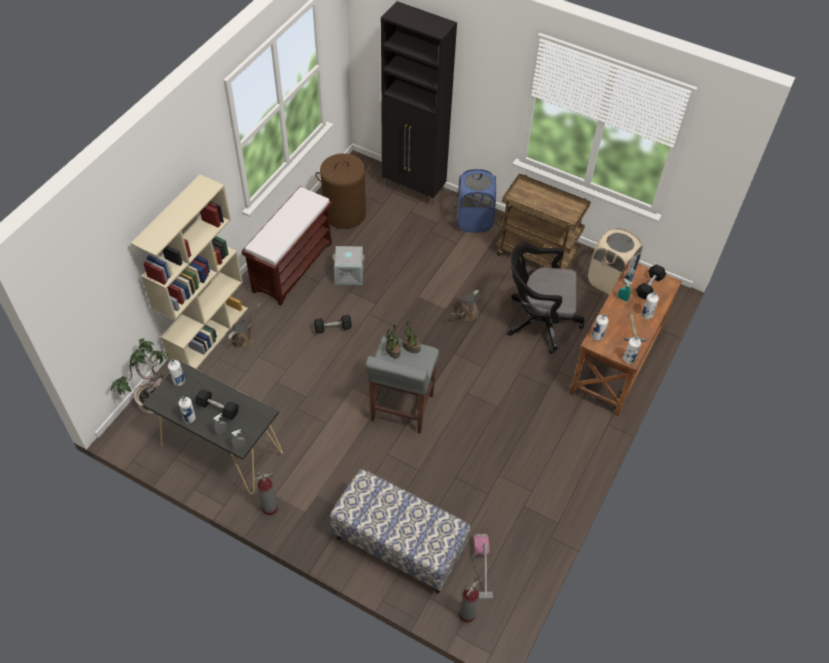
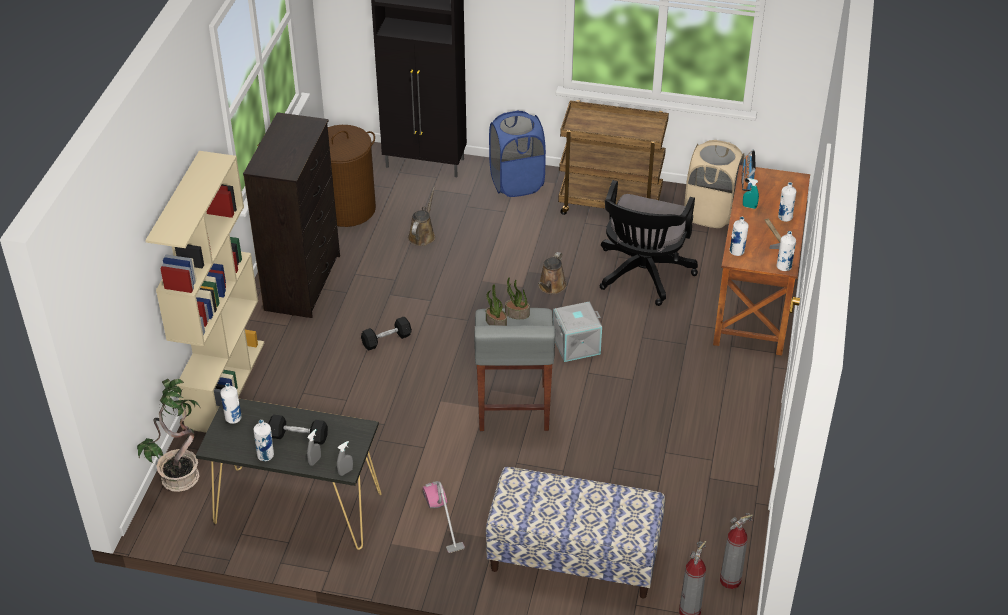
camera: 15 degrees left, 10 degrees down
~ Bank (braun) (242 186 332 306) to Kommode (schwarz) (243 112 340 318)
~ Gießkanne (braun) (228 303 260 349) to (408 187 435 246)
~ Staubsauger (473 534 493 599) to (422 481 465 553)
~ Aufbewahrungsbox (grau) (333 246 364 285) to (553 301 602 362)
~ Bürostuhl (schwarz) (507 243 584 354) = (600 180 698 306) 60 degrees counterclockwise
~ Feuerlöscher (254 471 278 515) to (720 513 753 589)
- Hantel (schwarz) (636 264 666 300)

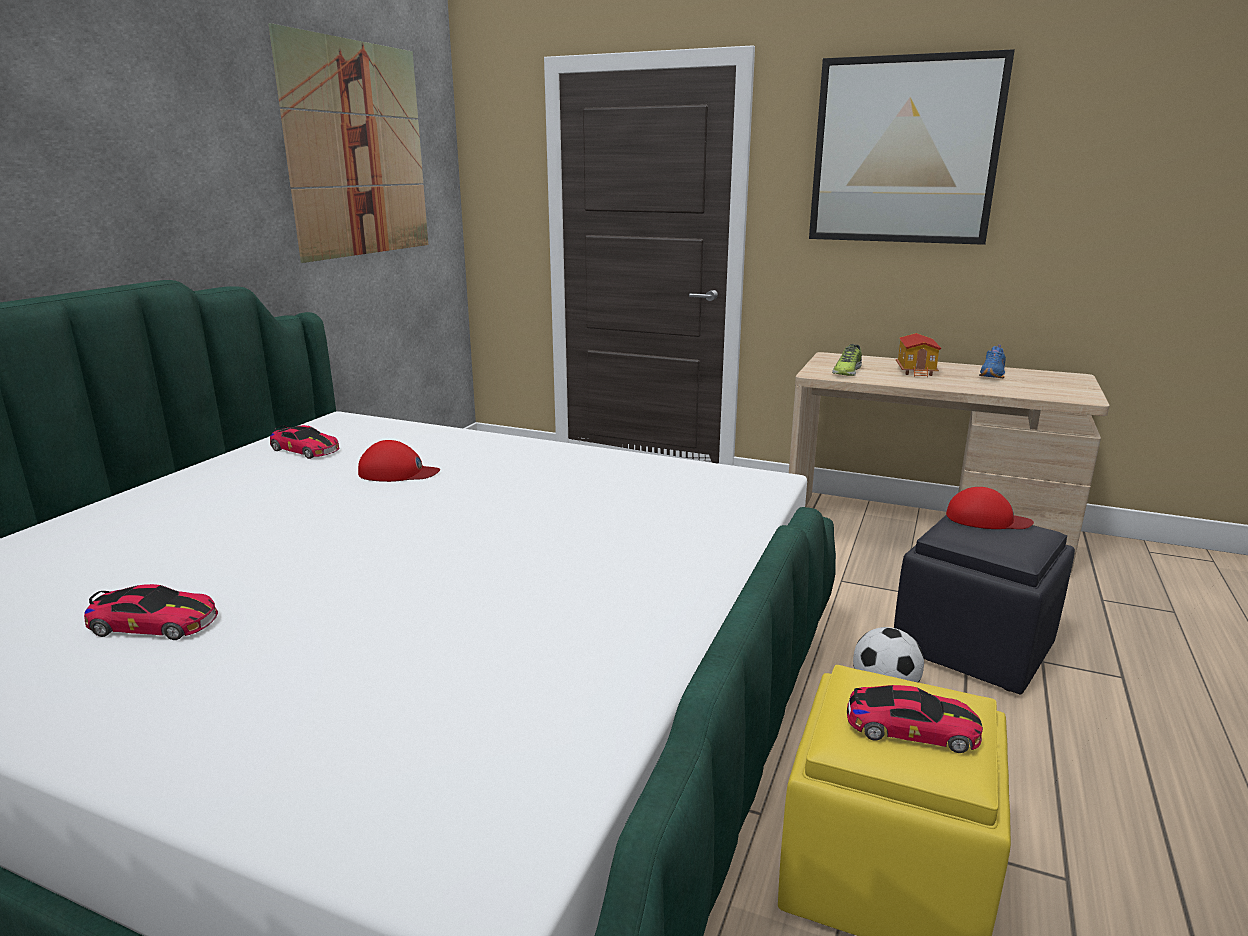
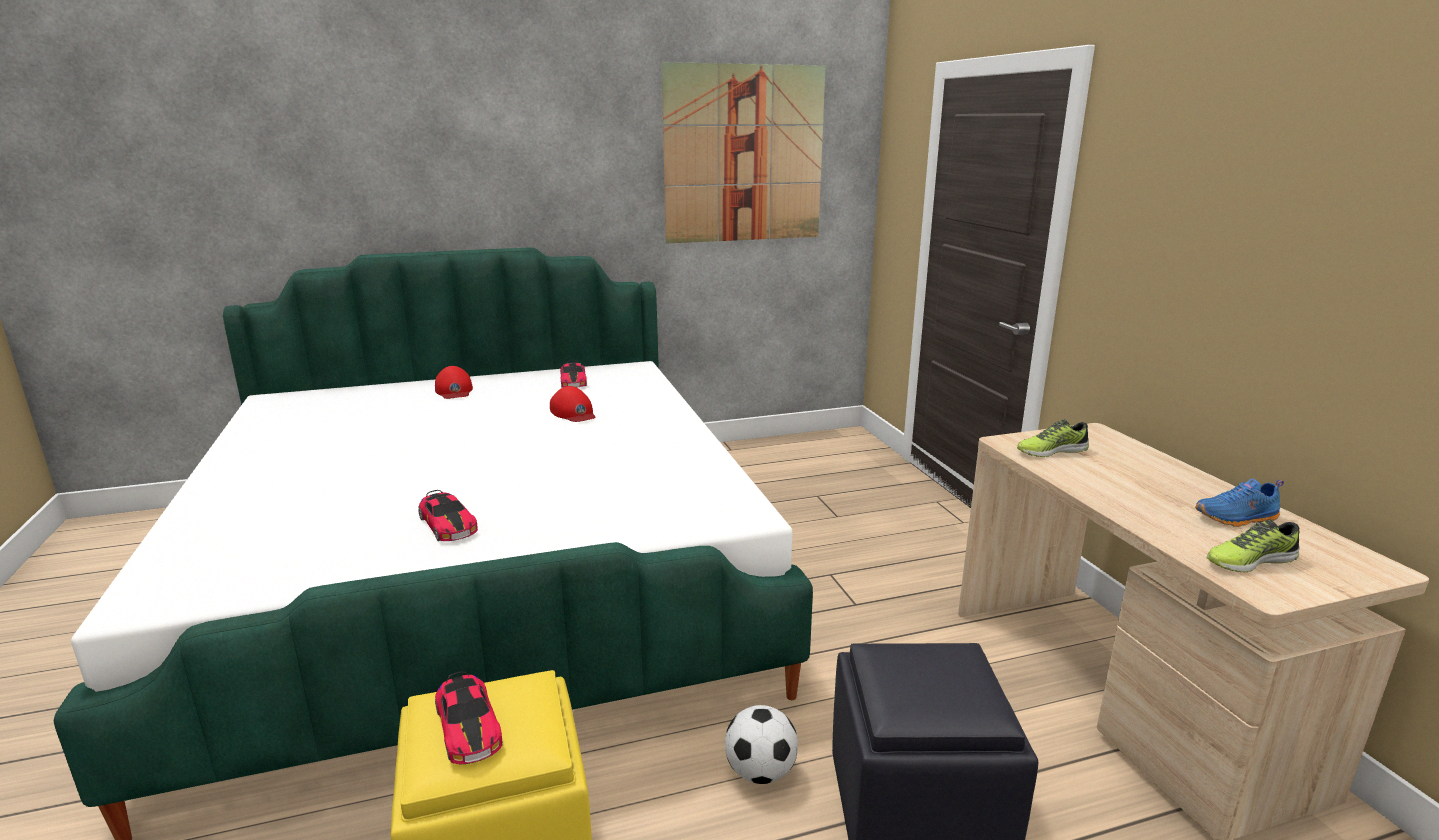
camera: 50 degrees right, 0 degrees up
~ Spielzeugauto (84 584 218 640) to (418 490 478 541)
~ Kappe (rot) (946 487 1034 529) to (435 366 473 399)
+ Schuh (1207 520 1300 573)
- Bild (809 49 1015 245)
- Spielzeughaus (896 333 942 377)

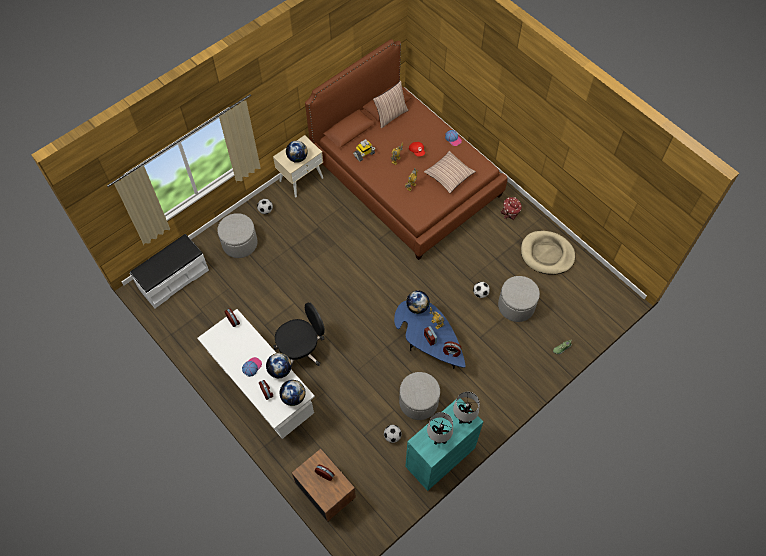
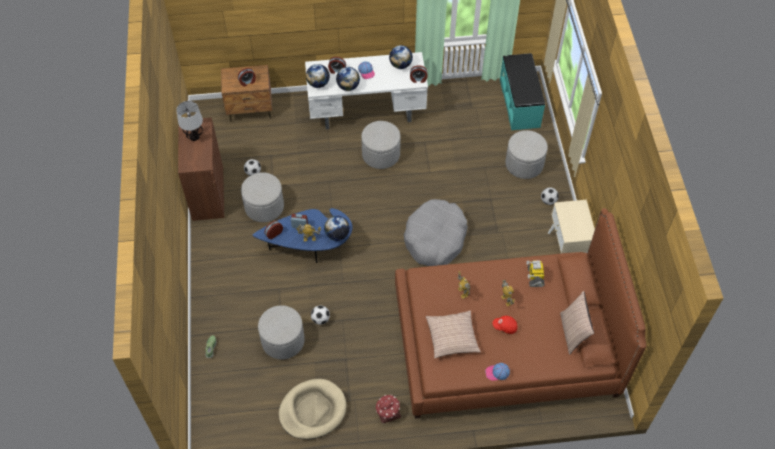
camera: 125 degrees right, 5 degrees down
~ Schrank (türkis) (405 398 483 491) to Schrank (braun) (178 117 224 221)
~ Bürostuhl (schwarz) (273 302 325 370) to Polsterhocker (grau) (361 121 401 169)
~ Globus (286 141 308 163) to (389 45 413 69)
+ Hundebett (grau) (404 199 468 266)
~ Bank (weiß) (130 234 209 308) to Bank (türkis) (500 53 545 130)
- Tischlampe (453 392 480 424)

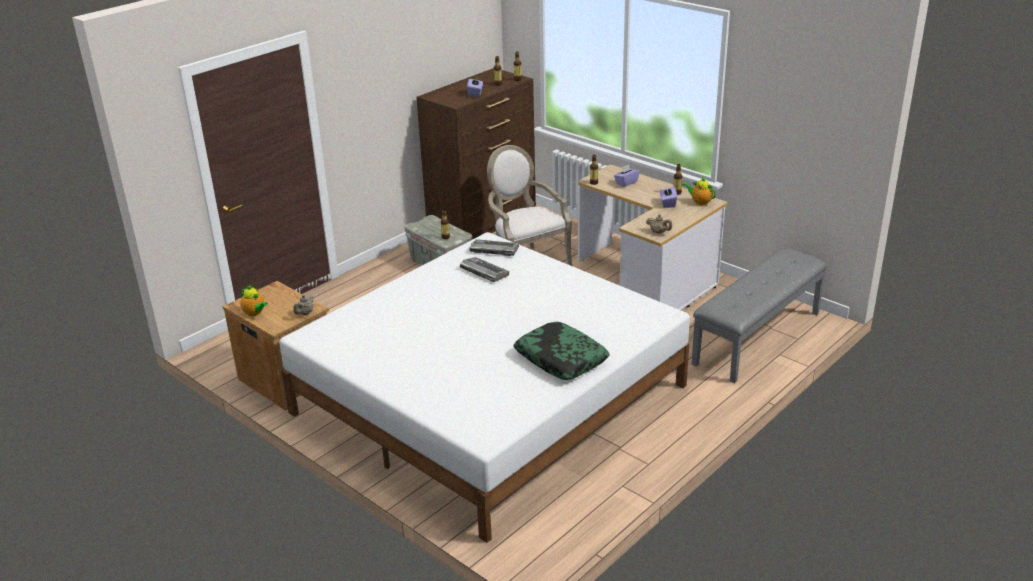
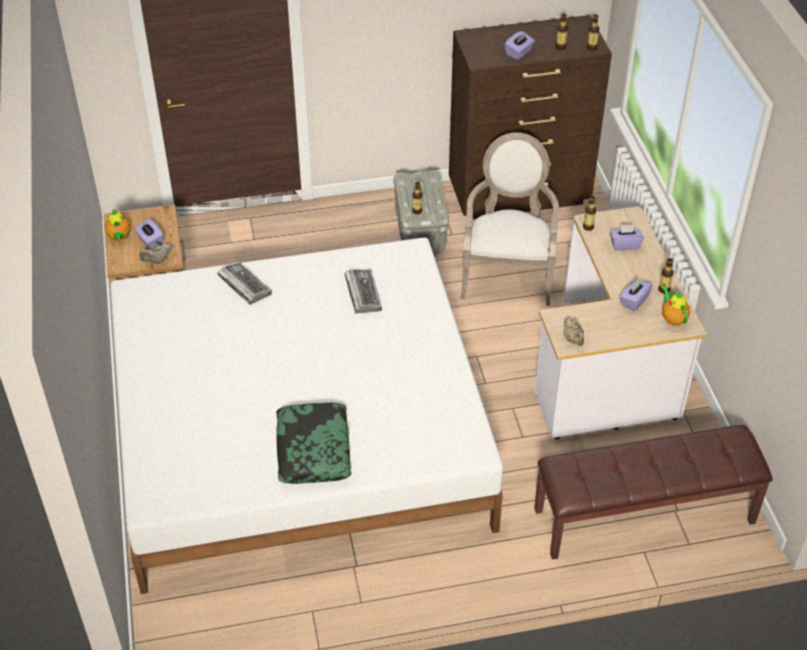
camera: 35 degrees right, 15 degrees up
+ Taschentuchbox (lila) (134 218 164 250)
~ Tastatur (470 239 519 256) to (217 261 272 305)
~ Bank (grau) (692 248 827 383) to Bank (braun) (534 425 773 560)

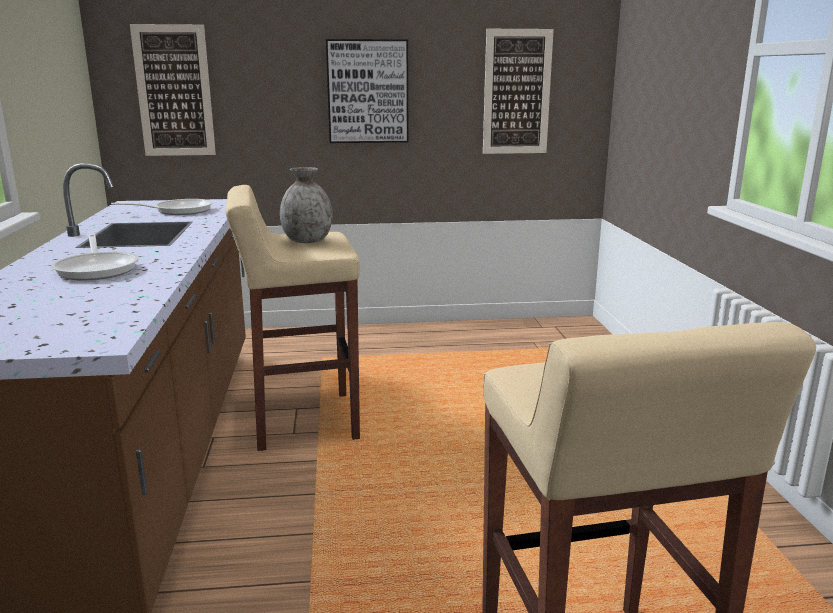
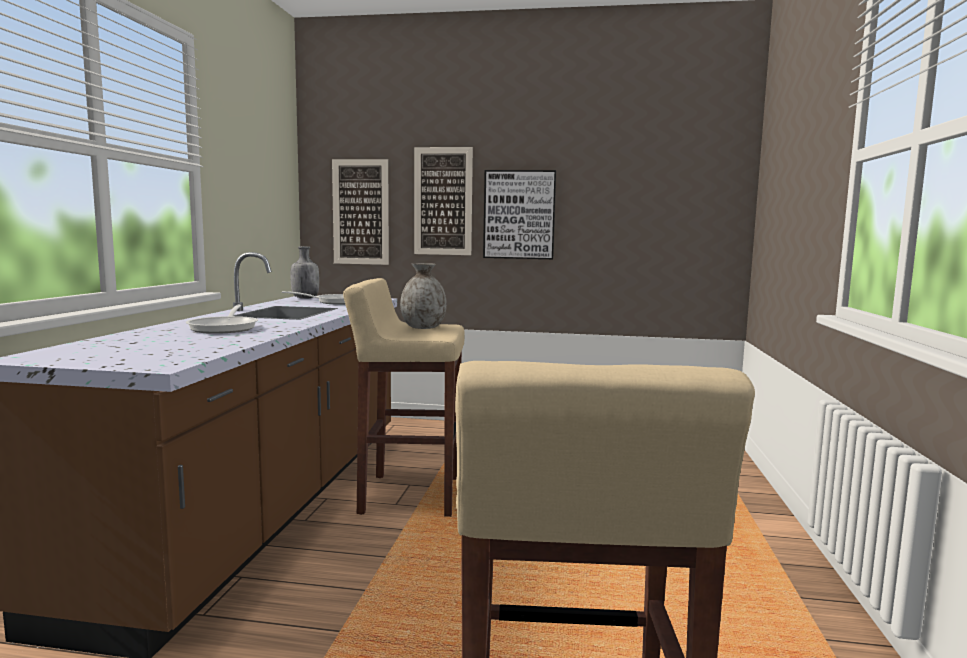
camera: 15 degrees right, 10 degrees down
+ Flasche (grau) (290 246 319 299)
~ Bild (483 29 554 154) to (414 147 473 255)

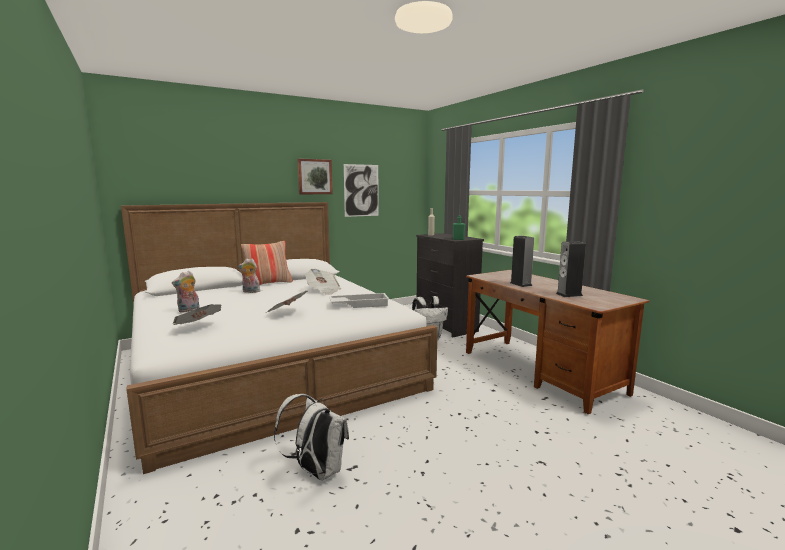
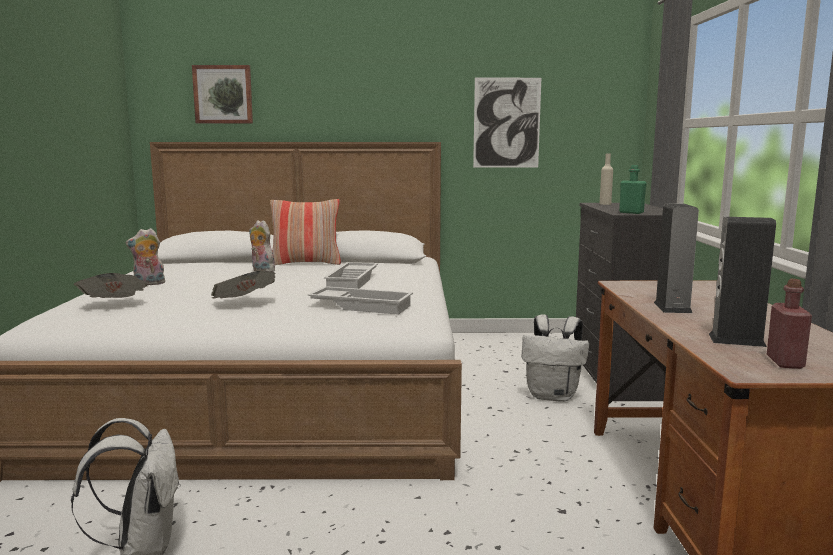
camera: 30 degrees right, 0 degrees up
~ Bild (297 158 333 194) to (192 65 253 124)
~ Zeitung (305 269 341 295) to Tablett (weiß) (324 262 378 289)
+ Flasche (rot) (767 279 812 369)

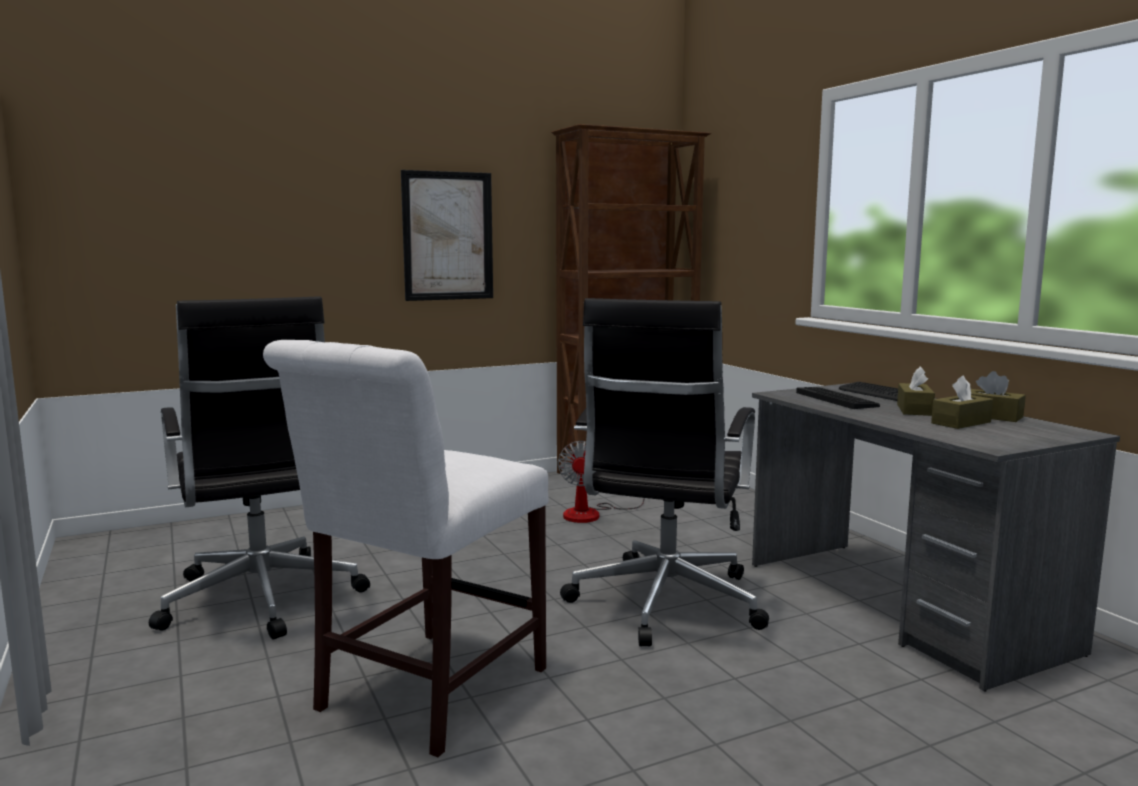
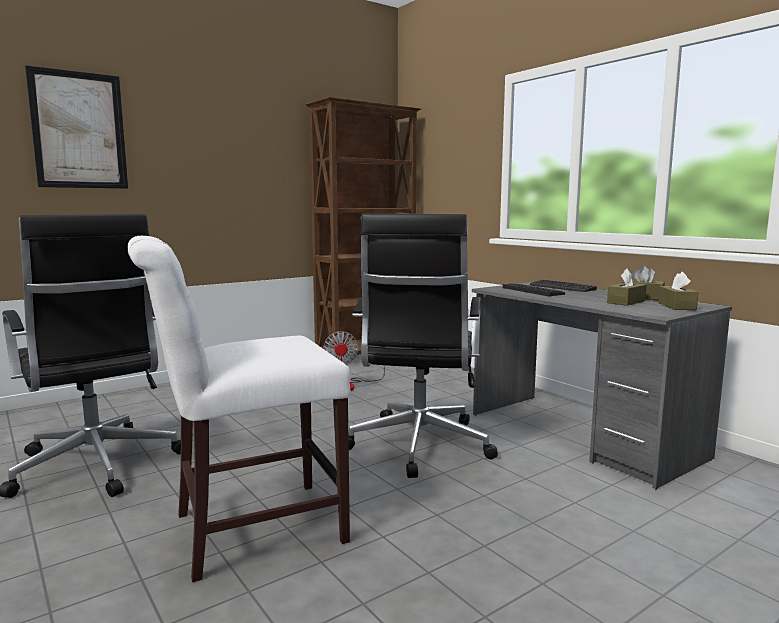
camera: 10 degrees left, 0 degrees up
~ Bild (401 170 493 301) to (25 65 128 189)
~ Stuhl (weiß) (263 340 549 757) = (128 236 351 582) 45 degrees clockwise
~ Taschentuchbox (braun) (897 367 935 416) to (658 272 699 310)

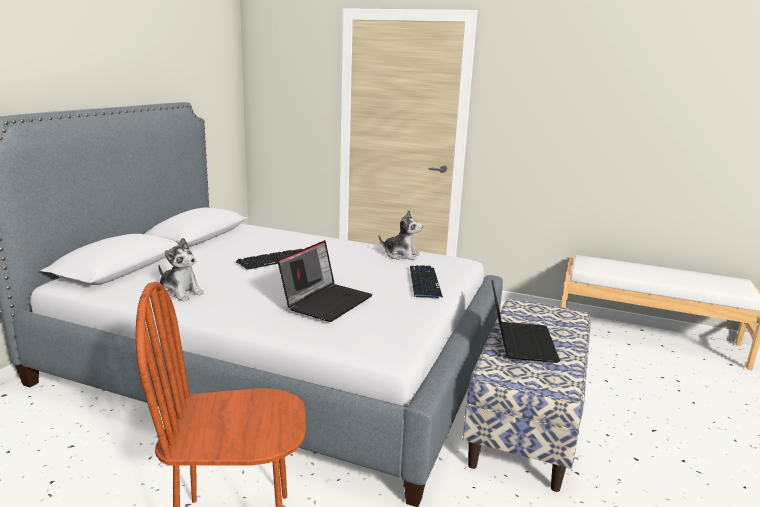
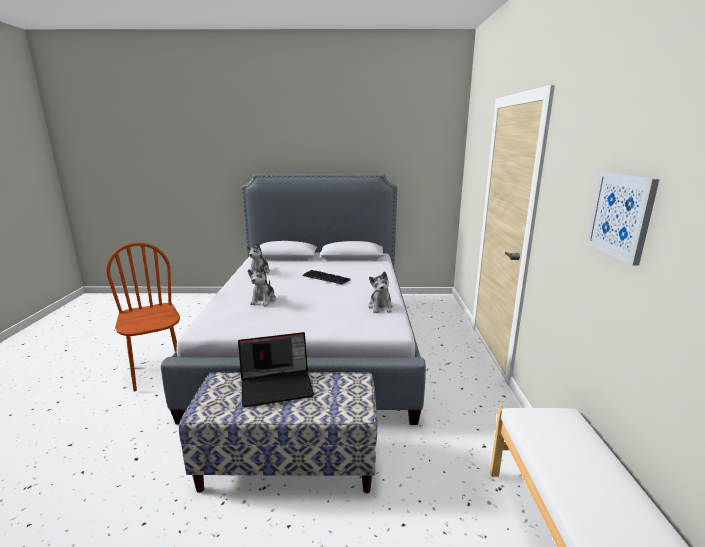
camera: 70 degrees right, 0 degrees up
~ Laptop (278 240 373 322) to Plüschtier (248 265 276 306)
+ Bild (587 172 660 266)
- Tastatur (410 265 443 298)

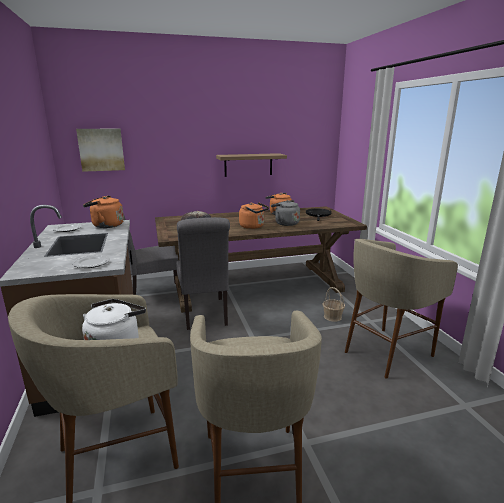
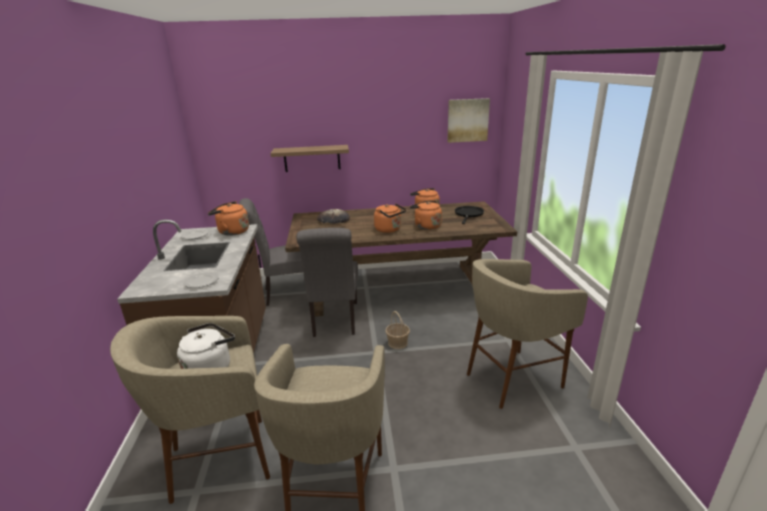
camera: 10 degrees right, 5 degrees up
~ Wandregal (216 153 287 177) to (270 145 349 172)
~ Korb (323 287 345 322) to (385 311 410 349)
~ Wasserkessel (grau) (271 200 300 226) to Wasserkessel (orange) (410 201 442 230)
~ Bild (76 129 125 172) to (447 98 490 143)

